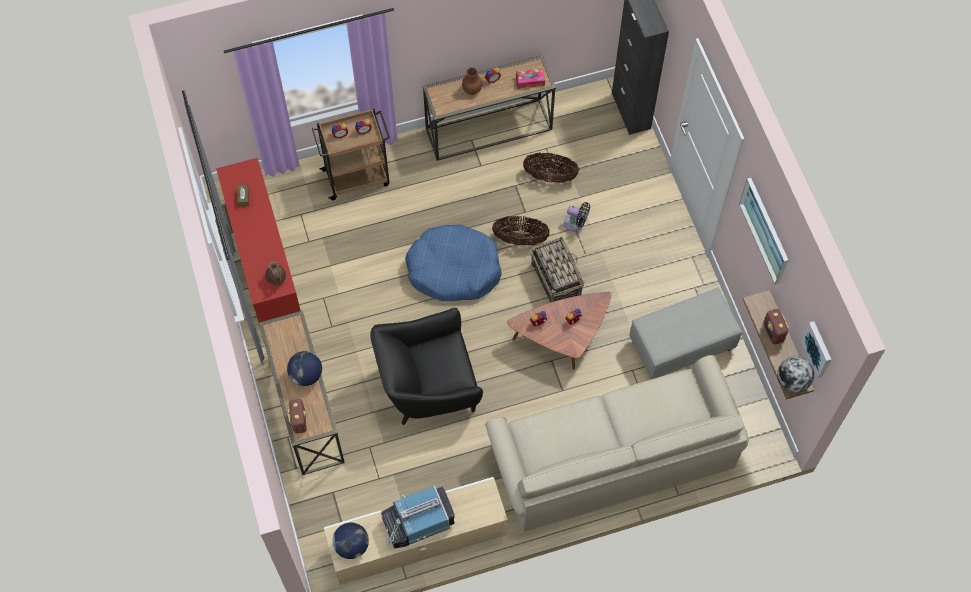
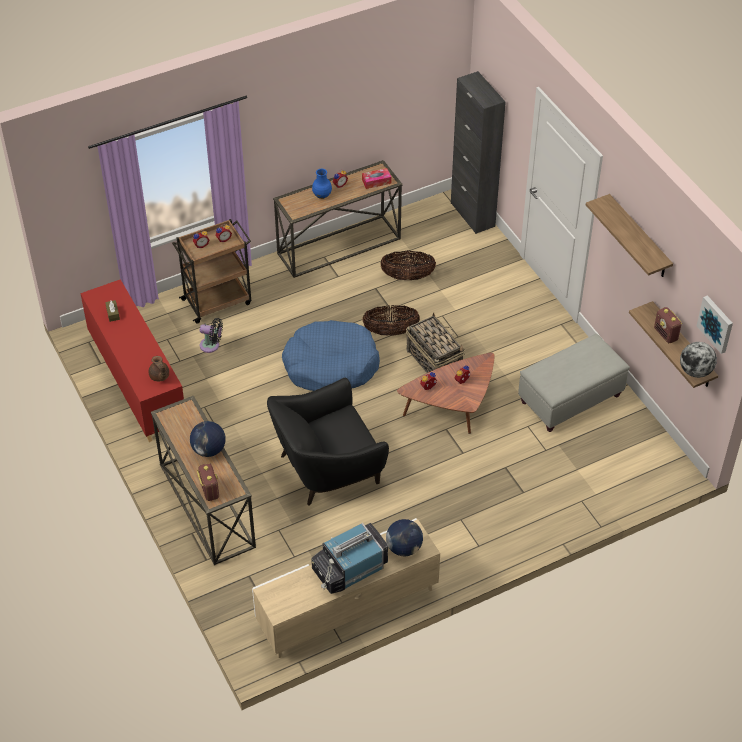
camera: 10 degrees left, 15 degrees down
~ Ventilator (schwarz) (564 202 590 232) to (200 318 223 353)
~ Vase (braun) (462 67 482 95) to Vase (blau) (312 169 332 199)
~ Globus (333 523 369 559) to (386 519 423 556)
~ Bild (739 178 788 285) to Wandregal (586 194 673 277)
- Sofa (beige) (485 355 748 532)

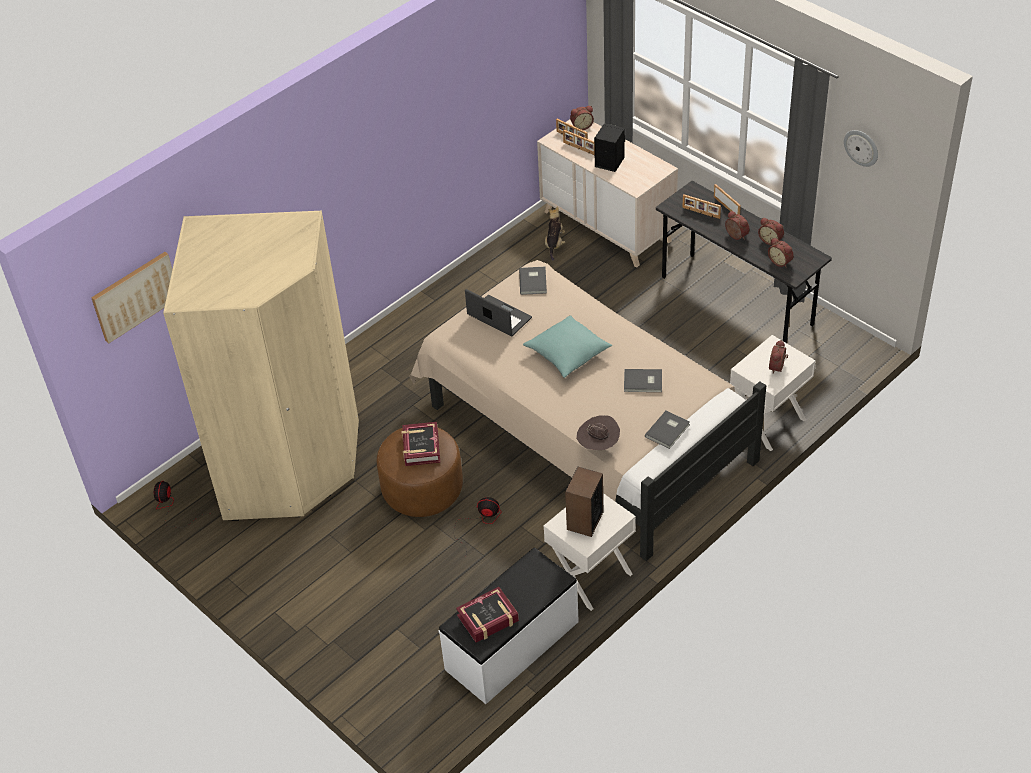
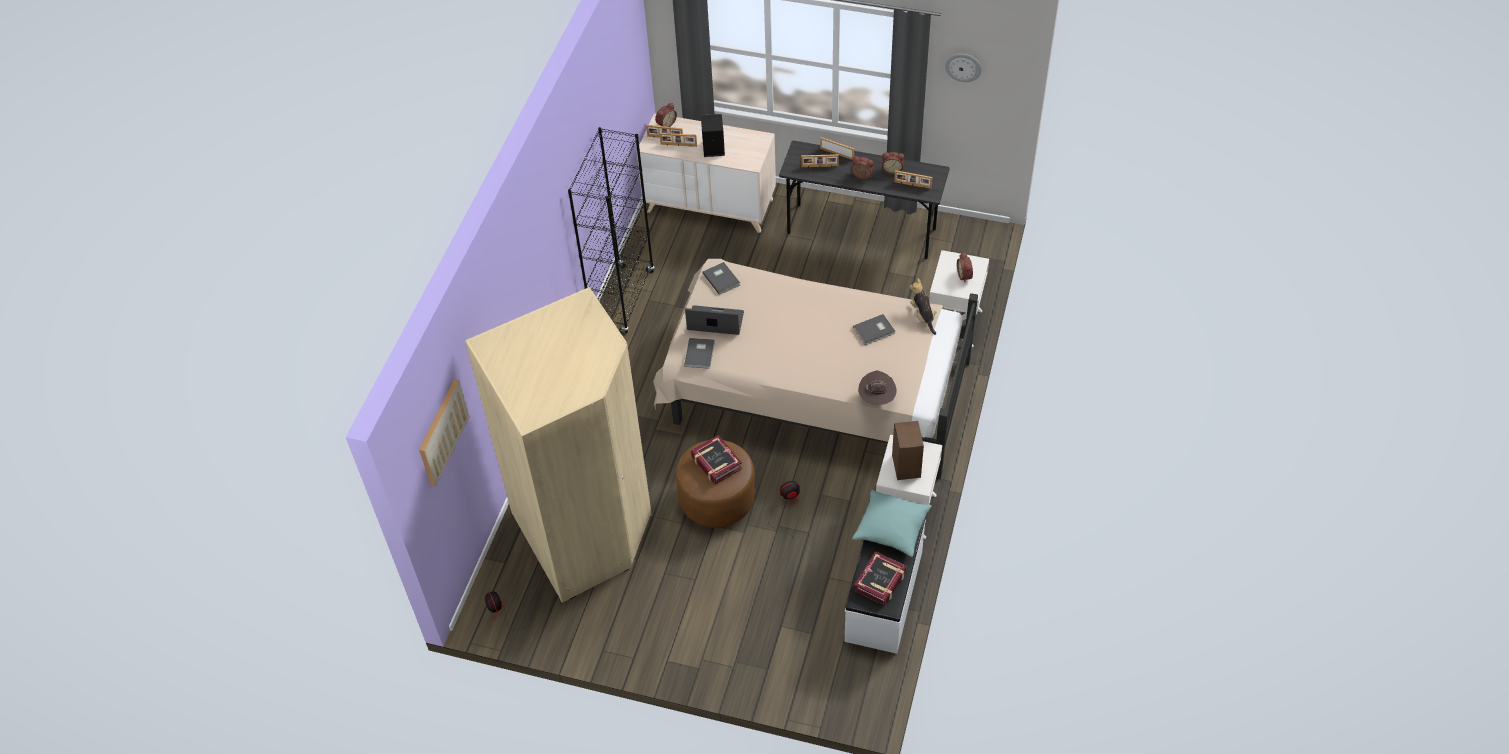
camera: 30 degrees left, 5 degrees up
+ Bücherregal (schwarz) (568 127 655 334)
~ Buch (grau) (645 411 690 449) to (684 338 715 369)
~ Kissen (türkis) (523 315 613 378) to (852 490 932 557)
~ Wecker (768 238 794 268) to Bilderrahmen (894 170 932 189)
~ Plüschtier (545 206 565 261) to (910 278 937 335)

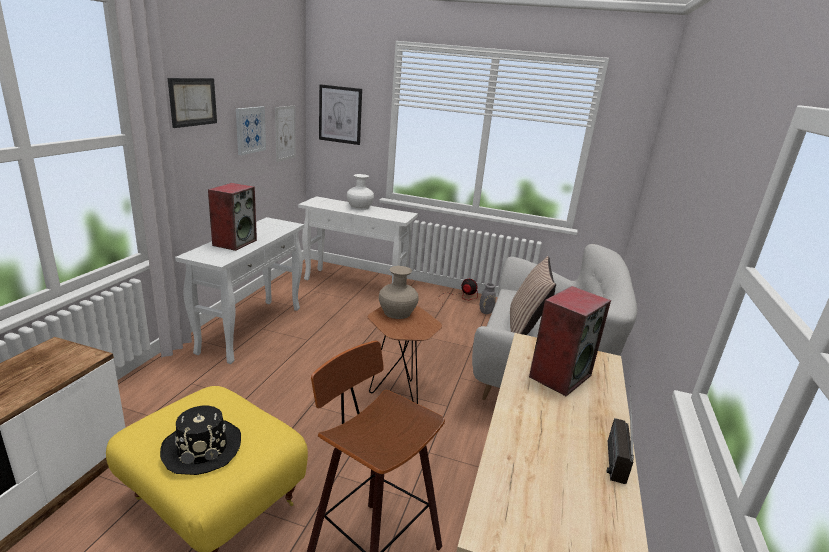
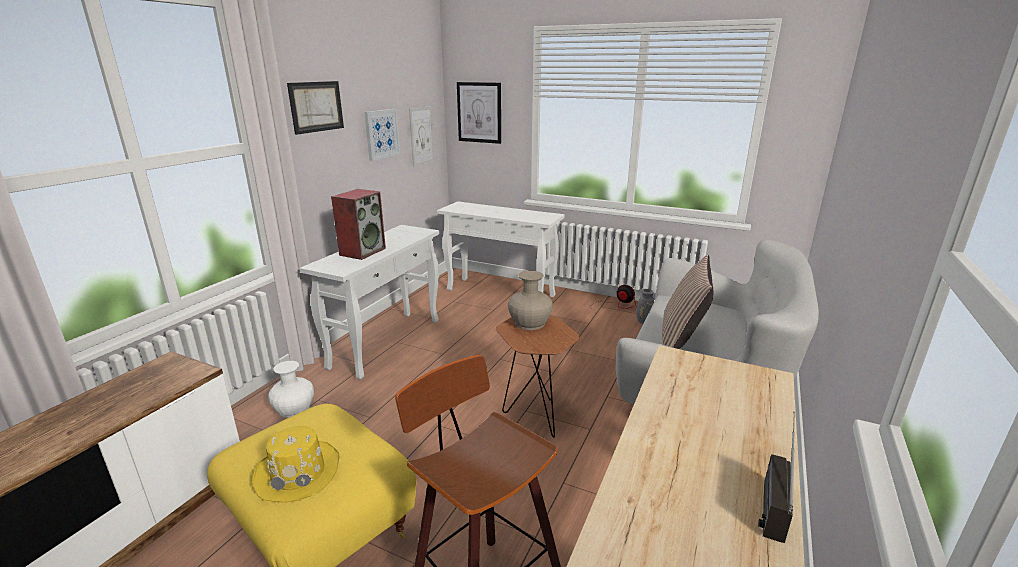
camera: 10 degrees right, 0 degrees up
~ Hut (schwarz) (160 406 241 475) to Hut (gelb) (252 426 339 503)
~ Vase (weiß) (347 174 374 210) to (268 361 314 418)
- Lautsprecher (529 286 611 396)

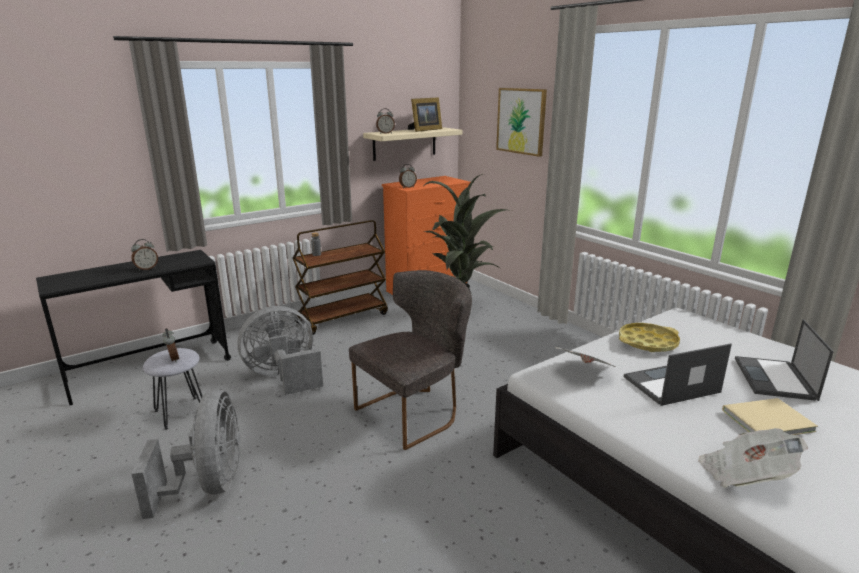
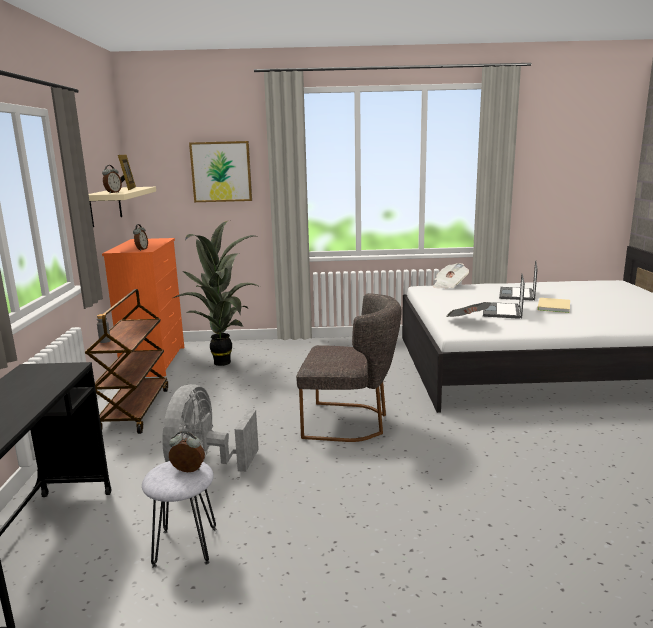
camera: 55 degrees left, 5 degrees down
~ Stuhl (grau) (349 270 472 450) = (296 293 402 442) 105 degrees clockwise
~ Zeitung (698 428 808 487) to (433 263 469 288)
~ Laptop (735 319 834 401) = (499 260 538 301) 60 degrees clockwise
- Wecker (131 239 158 271)
- Ventilator (grau) (132 390 240 519)
- Tablett (gelb) (619 323 680 352)

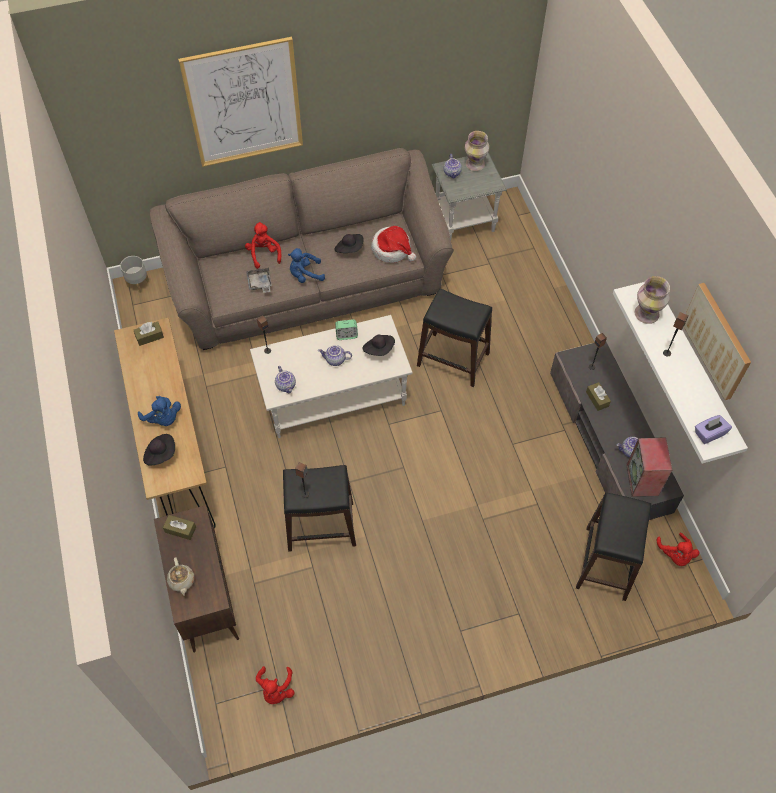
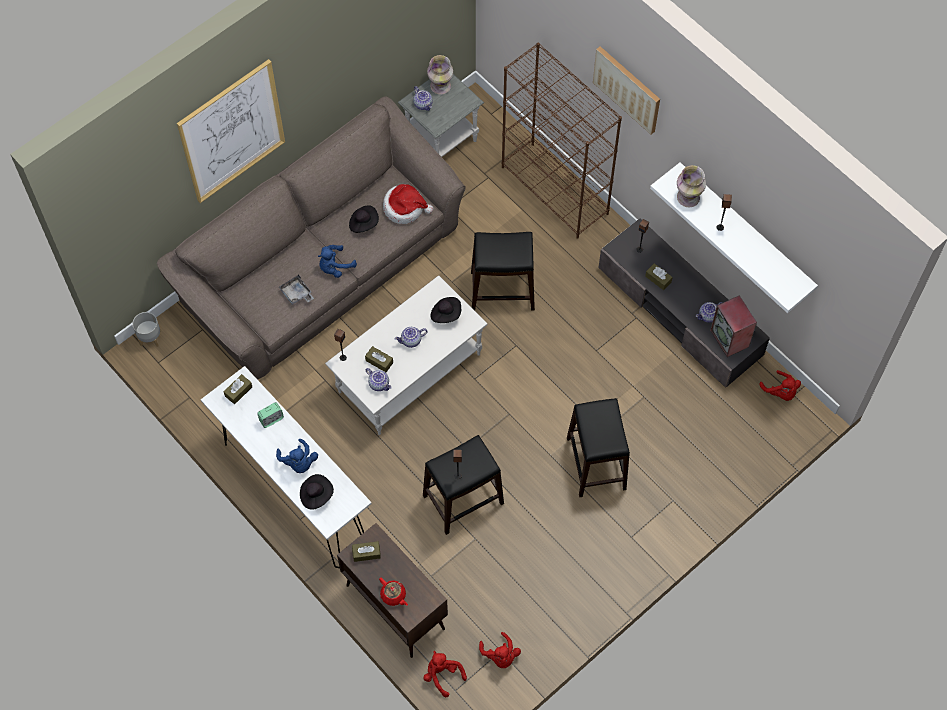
camera: 25 degrees left, 5 degrees up
~ Konsolentisch (braun) (114 318 216 529) to Konsolentisch (weiß) (201 366 372 568)
~ Wecker (335 319 358 340) to (257 402 284 428)
~ Plüschtier (blau) (138 396 181 426) = (276 439 318 473) 45 degrees clockwise
+ Taschentuchbox (braun) (365 346 393 372)
~ Teekanne (beige) (167 558 194 596) to Teekanne (rot) (379 578 408 606)
~ Plüschtier (rot) (245 222 281 269) to (423 651 467 697)
+ Bücherregal (braun) (501 42 622 239)
~ Hocker (schwarz) (576 493 652 601) to (567 398 630 498)
~ Bild (684 283 751 400) to (593 46 660 134)
- Taschentuchbox (lila) (695 415 732 444)

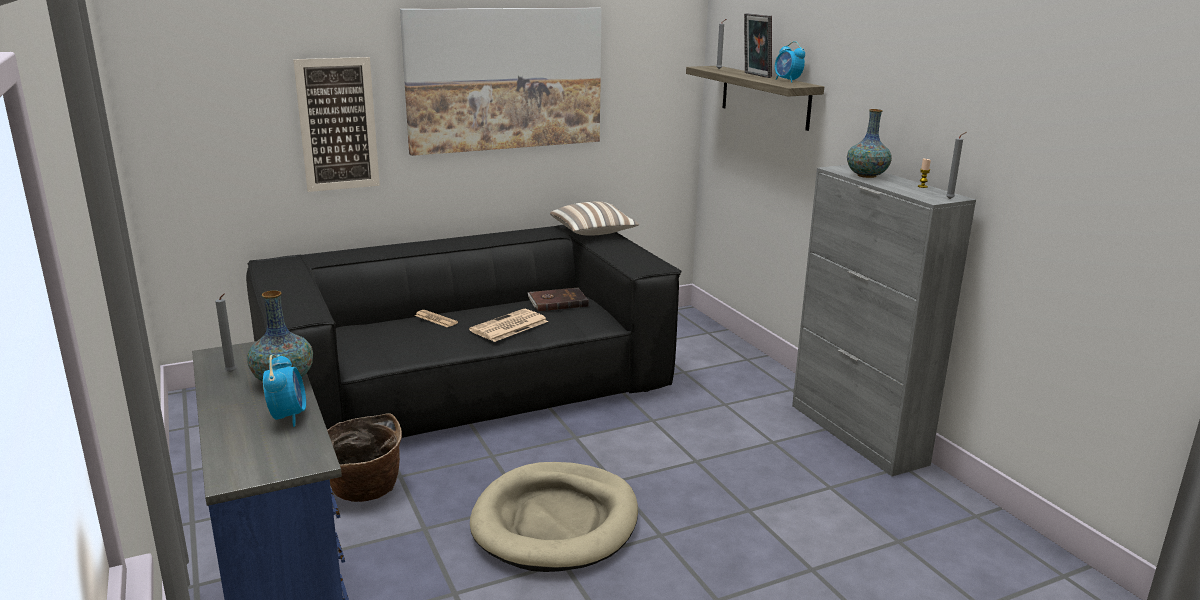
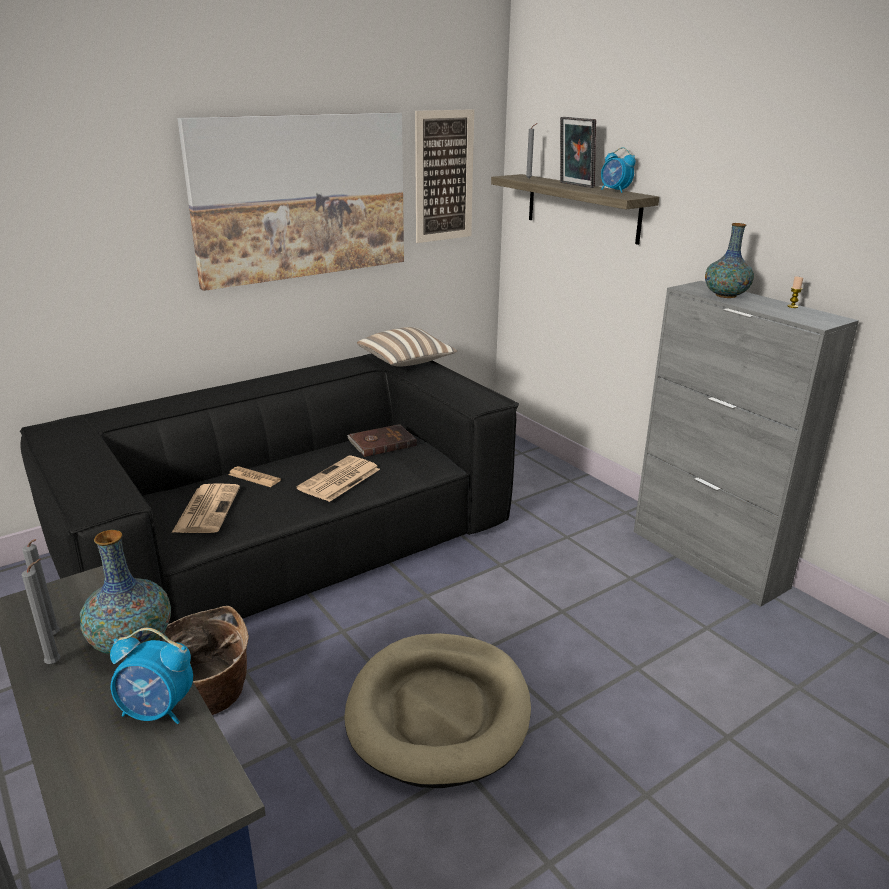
camera: 10 degrees left, 5 degrees up
~ Kerze (grau) (946 132 966 199) to (22 559 61 664)
~ Wecker (263 354 306 427) = (110 628 193 724) 120 degrees clockwise
+ Zeitung (172 483 240 533)
~ Bild (293 57 380 192) to (415 109 474 243)

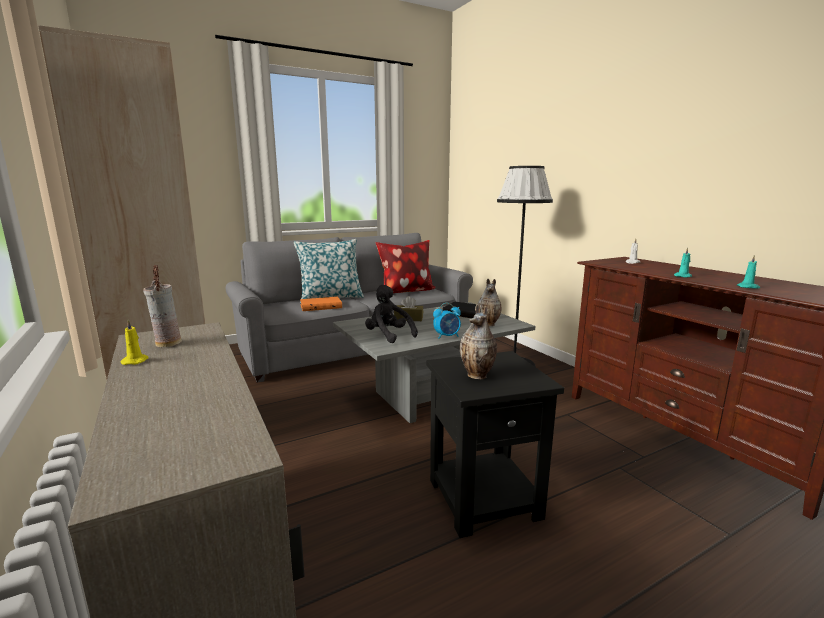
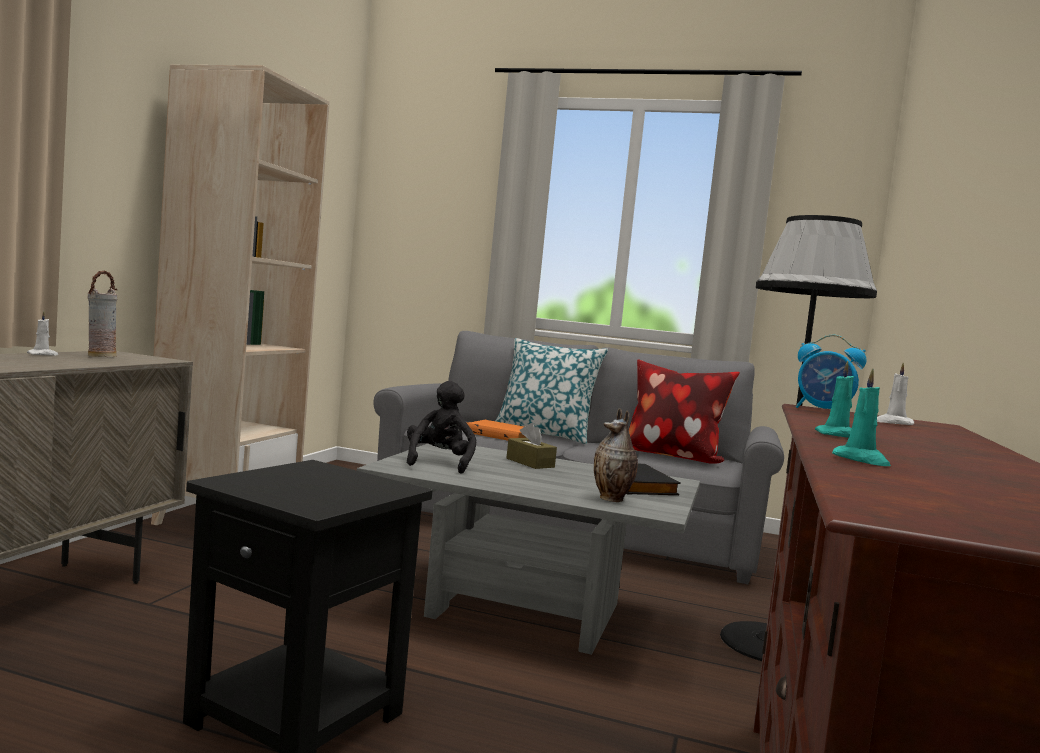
camera: 45 degrees right, 10 degrees down
~ Kerze (gelb) (121 319 149 365) to Kerze (weiß) (27 311 58 356)
~ Wecker (433 303 461 339) to (796 334 867 409)
- Vase (460 304 497 379)

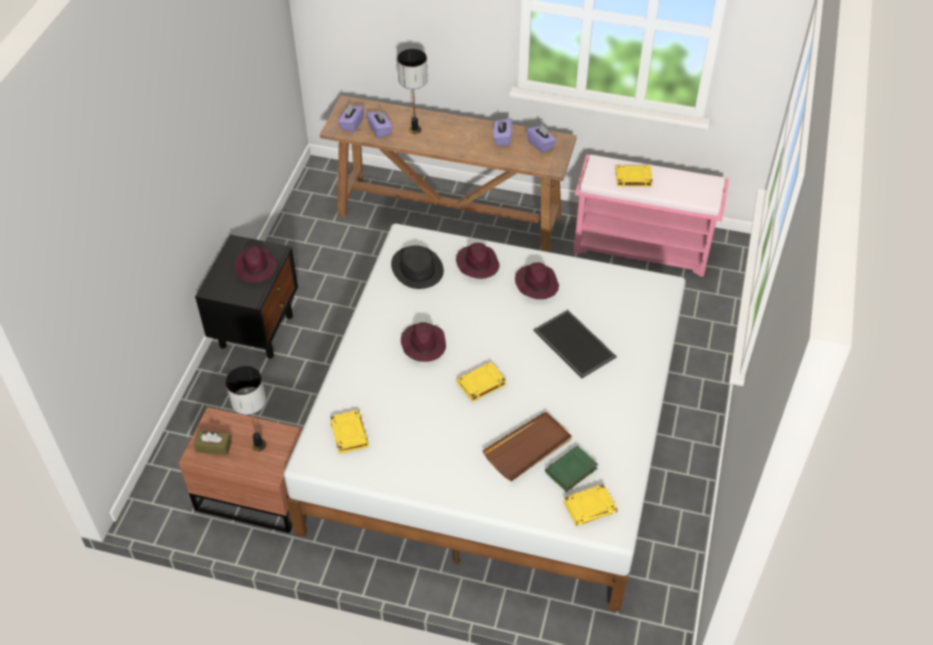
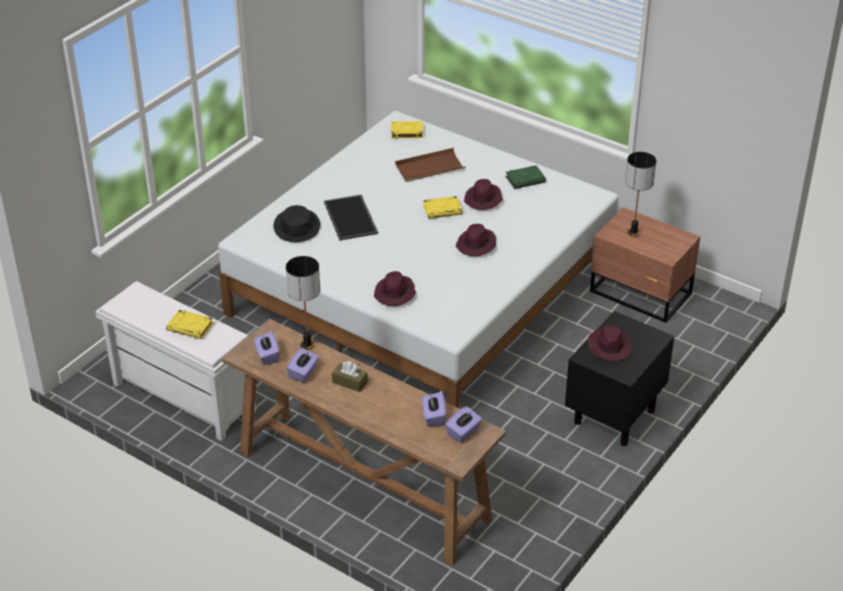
camera: 160 degrees left, 10 degrees down
~ Bank (rosa) (573 154 729 277) to Bank (weiß) (95 281 256 441)
~ Hut (schwarz) (391 245 444 289) to (273 205 320 242)
~ Tischlampe (397 49 428 134) to (286 256 320 350)
~ Taschentuchbox (braun) (194 430 232 455) to (332 361 368 392)
~ Hut (lila) (515 262 559 299) to (464 179 503 210)
~ Buch (grün) (545 446 598 492) to (505 165 546 189)
- Buch (gelb) (330 410 369 454)

